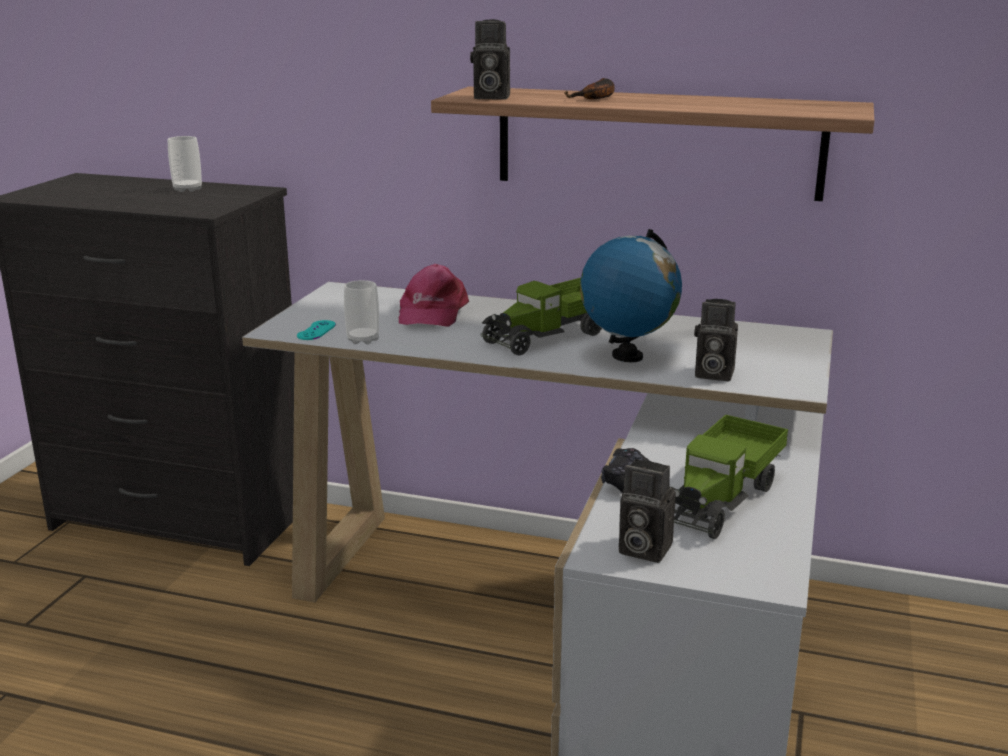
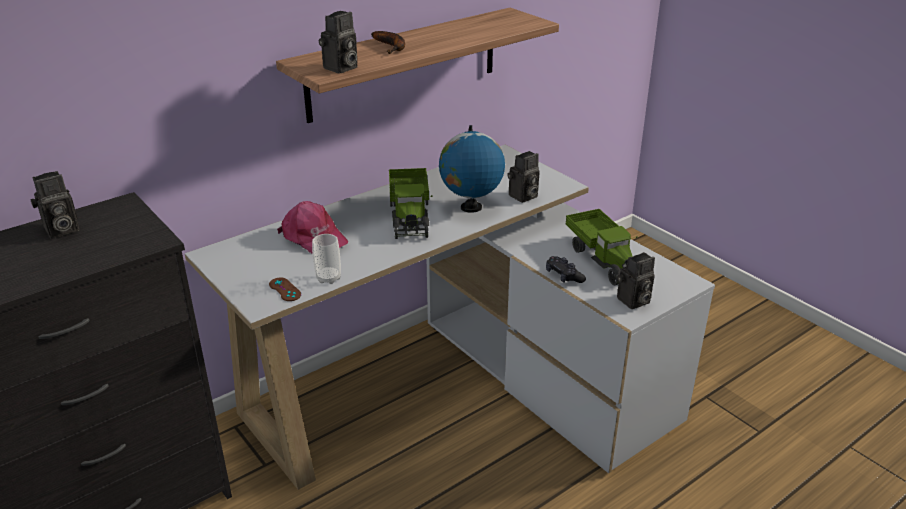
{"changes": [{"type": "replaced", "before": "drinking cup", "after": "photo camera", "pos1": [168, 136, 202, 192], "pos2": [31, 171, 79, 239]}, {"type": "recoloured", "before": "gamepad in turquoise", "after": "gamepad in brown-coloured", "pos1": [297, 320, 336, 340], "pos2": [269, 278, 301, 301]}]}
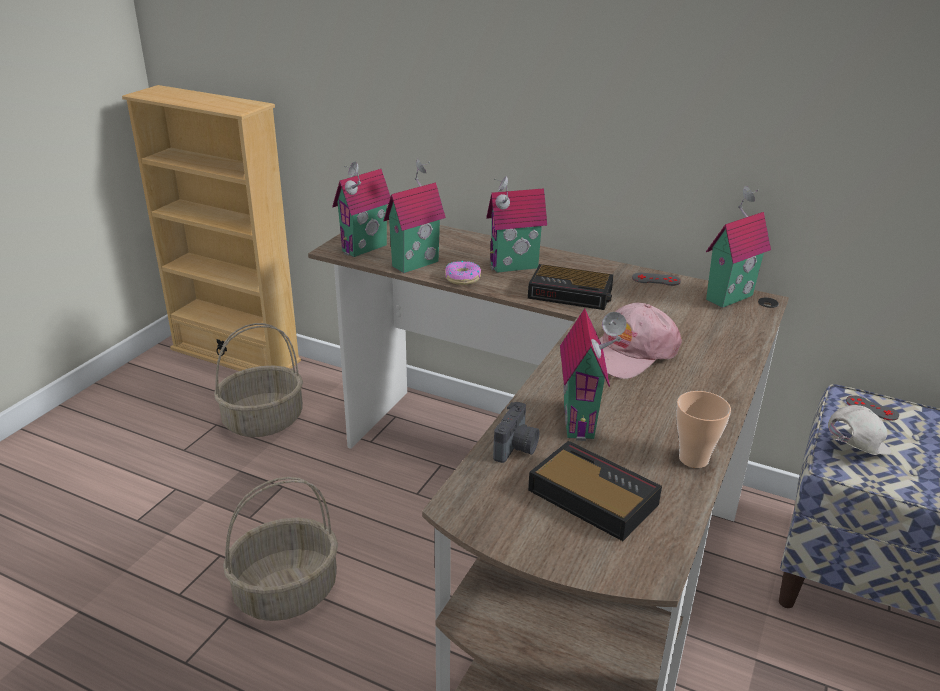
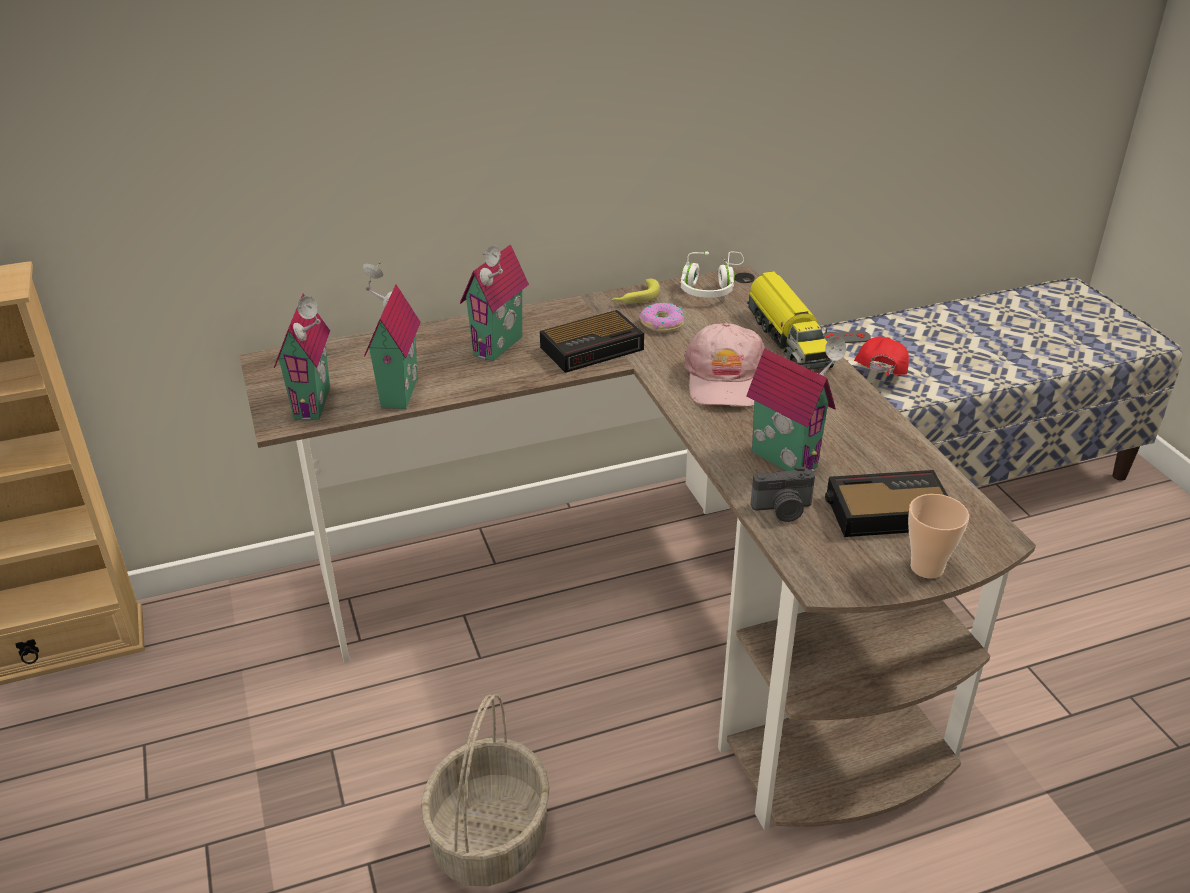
{"changes": [{"type": "removed", "before": "household basket", "pos1": [214, 323, 303, 437]}, {"type": "added", "after": "model truck", "pos2": [747, 271, 834, 370]}, {"type": "moved", "before": "ring doughnut", "pos1": [445, 261, 481, 285], "pos2": [639, 303, 684, 332]}, {"type": "moved", "before": "drinking cup", "pos1": [676, 391, 731, 468], "pos2": [908, 494, 969, 579]}, {"type": "replaced", "before": "gamepad in greyish", "after": "whole banana", "pos1": [632, 273, 681, 286], "pos2": [612, 279, 660, 304]}, {"type": "replaced", "before": "toy house", "after": "pair of headphones in white", "pos1": [706, 186, 771, 308], "pos2": [681, 251, 744, 298]}, {"type": "recoloured", "before": "peaked cap in white", "after": "peaked cap in red", "pos1": [828, 405, 891, 455], "pos2": [854, 337, 909, 376]}, {"type": "turned", "before": "photo camera", "pos1": [493, 402, 539, 463], "pos2": [751, 467, 815, 522], "turn": 105}]}
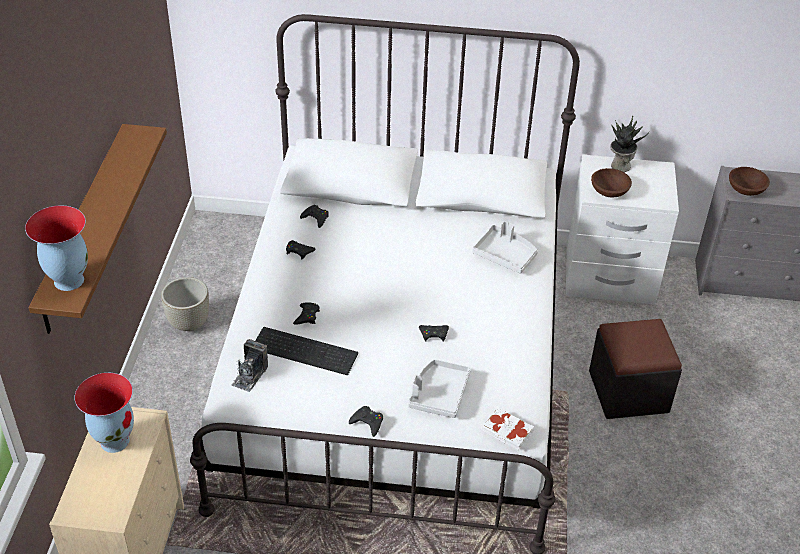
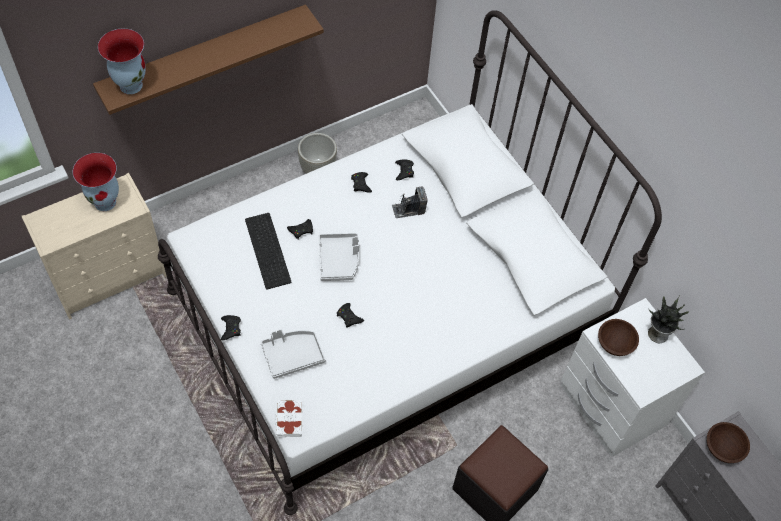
{"changes": [{"type": "moved", "before": "photo camera", "pos1": [231, 339, 268, 392], "pos2": [392, 186, 428, 218]}, {"type": "moved", "before": "tray in greyish", "pos1": [472, 221, 538, 274], "pos2": [319, 233, 359, 281]}]}
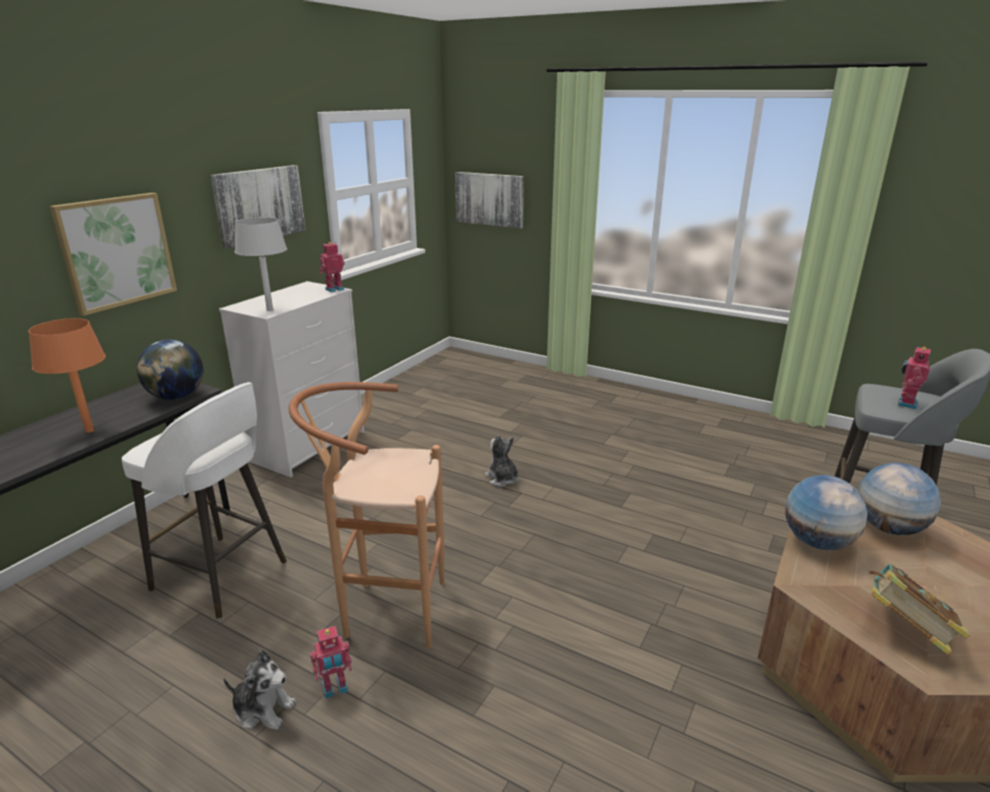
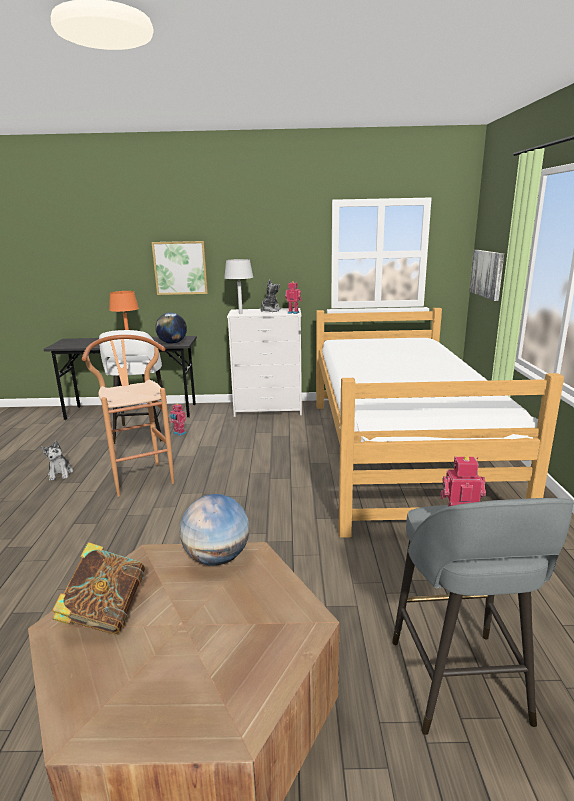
{"changes": [{"type": "removed", "before": "wall art", "pos1": [211, 165, 305, 248]}, {"type": "removed", "before": "globe", "pos1": [858, 463, 941, 535]}, {"type": "added", "after": "bedroom bed", "pos2": [316, 308, 564, 538]}, {"type": "moved", "before": "model robot", "pos1": [310, 626, 352, 699], "pos2": [170, 403, 186, 436]}, {"type": "moved", "before": "cuddly toy", "pos1": [485, 435, 519, 487], "pos2": [261, 280, 281, 312]}]}
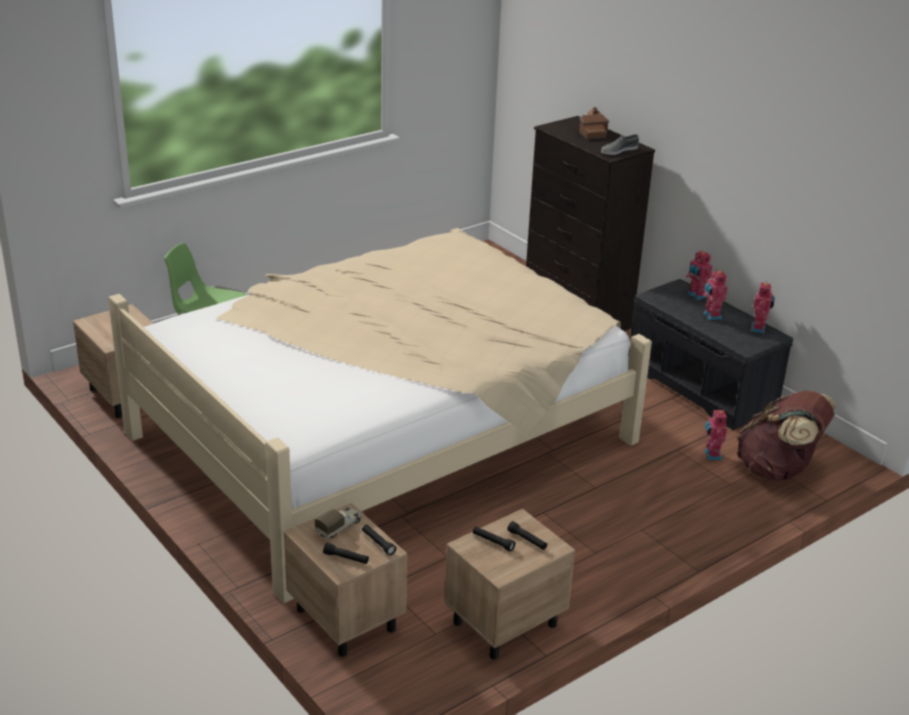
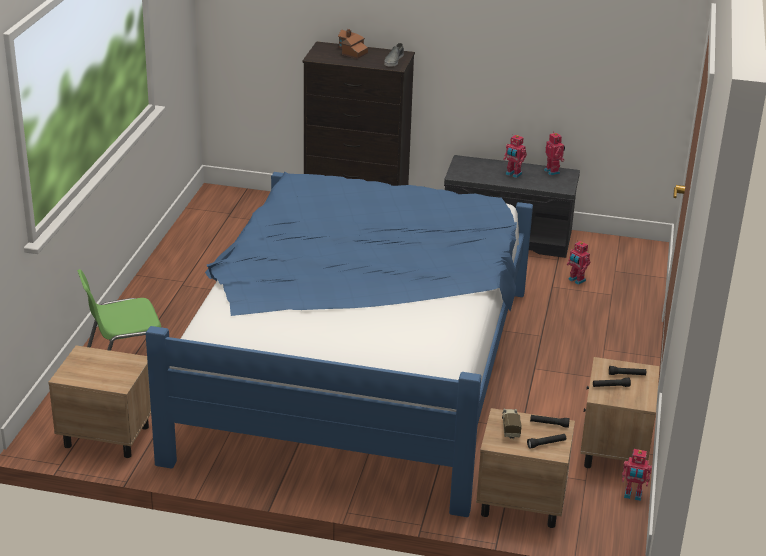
{"changes": [{"type": "removed", "before": "rucksack in brown-coloured", "pos1": [737, 390, 836, 481]}, {"type": "moved", "before": "model robot", "pos1": [686, 251, 712, 300], "pos2": [622, 449, 652, 501]}, {"type": "recoloured", "before": "bedroom bed in beige-coloured", "after": "bedroom bed in blue-coloured", "pos1": [108, 228, 652, 603], "pos2": [145, 172, 533, 517]}]}
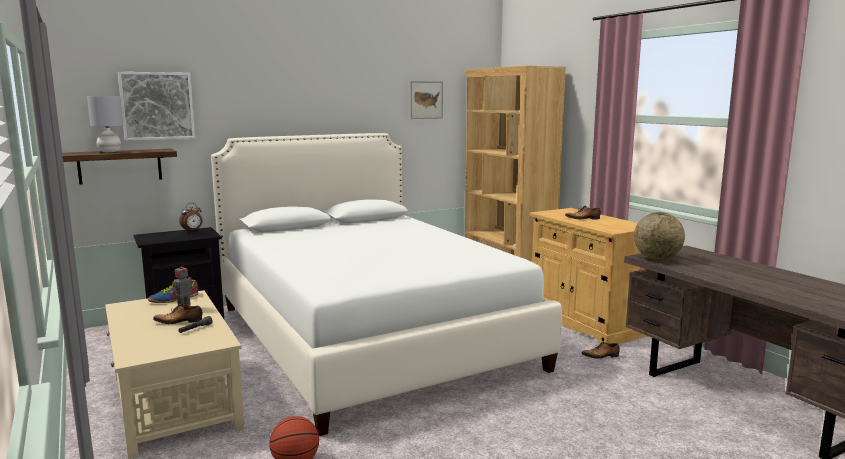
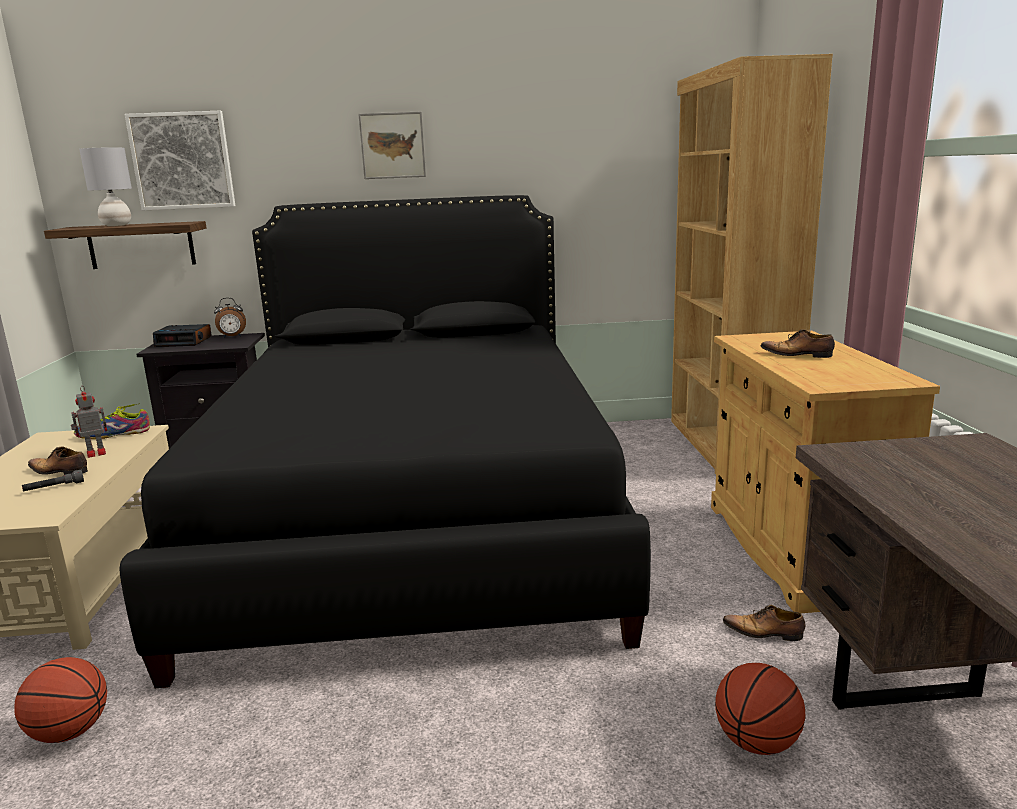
{"changes": [{"type": "removed", "before": "globe", "pos1": [634, 212, 685, 260]}, {"type": "added", "after": "table clock", "pos2": [153, 324, 212, 347]}, {"type": "added", "after": "ball for basketball", "pos2": [715, 663, 805, 755]}, {"type": "moved", "before": "wall art", "pos1": [410, 81, 443, 119], "pos2": [358, 112, 426, 179]}, {"type": "recoloured", "before": "bedroom bed in white", "after": "bedroom bed in blackish", "pos1": [211, 133, 562, 436], "pos2": [119, 195, 651, 688]}]}
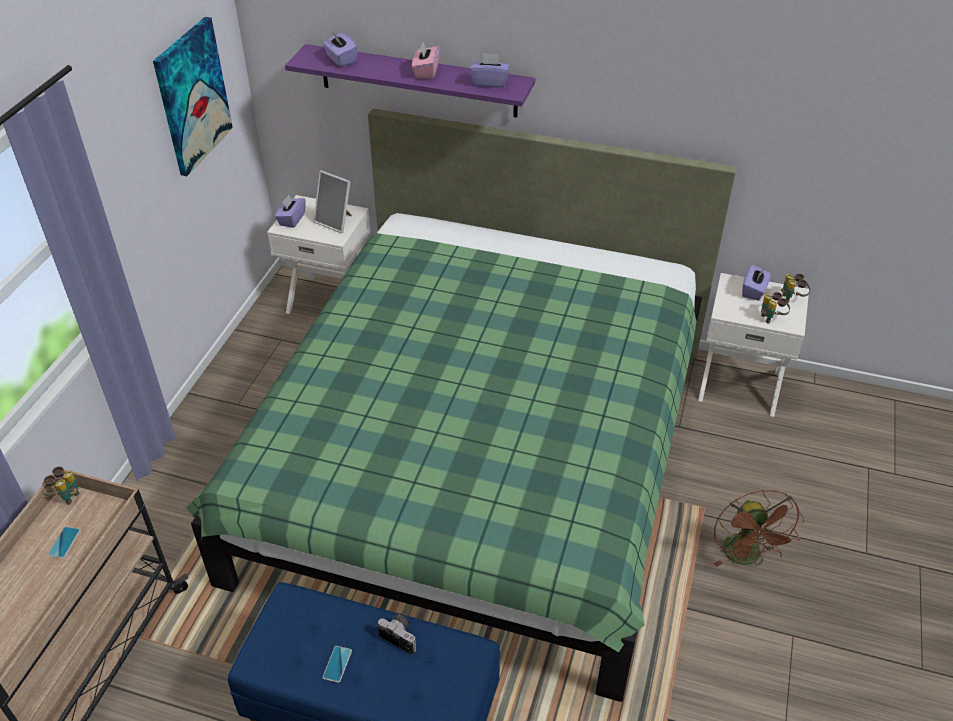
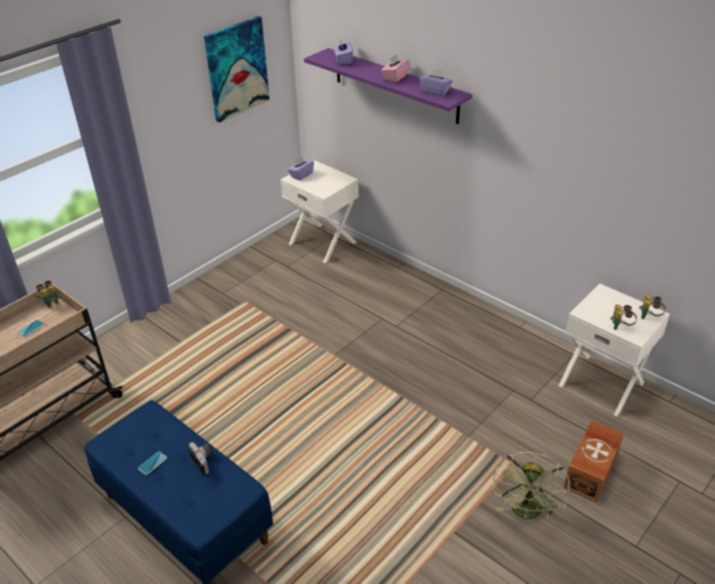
{"changes": [{"type": "removed", "before": "bedroom bed in greenish", "pos1": [186, 108, 737, 702]}, {"type": "removed", "before": "standing frame", "pos1": [313, 170, 352, 233]}, {"type": "removed", "before": "tissue box in purple", "pos1": [742, 264, 771, 301]}, {"type": "added", "after": "storage container in brown-coloured", "pos2": [564, 421, 624, 502]}, {"type": "recoloured", "before": "electric fan in brown-coloured", "after": "electric fan in greenish", "pos1": [714, 490, 804, 567], "pos2": [493, 452, 570, 519]}]}
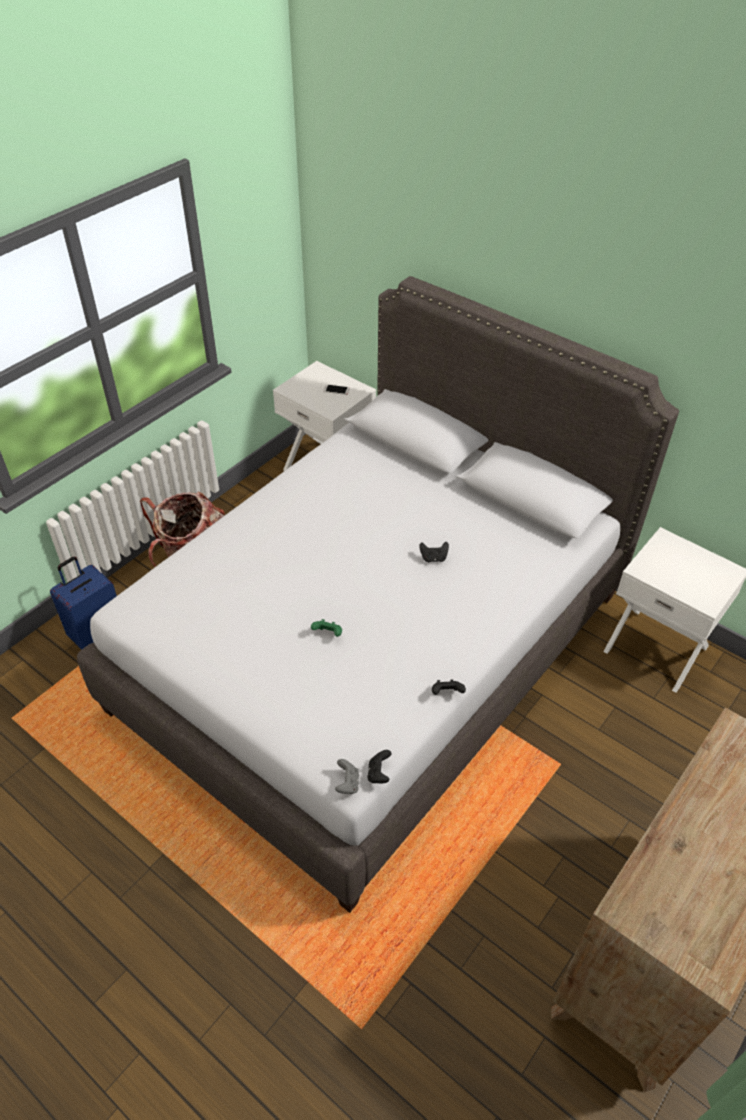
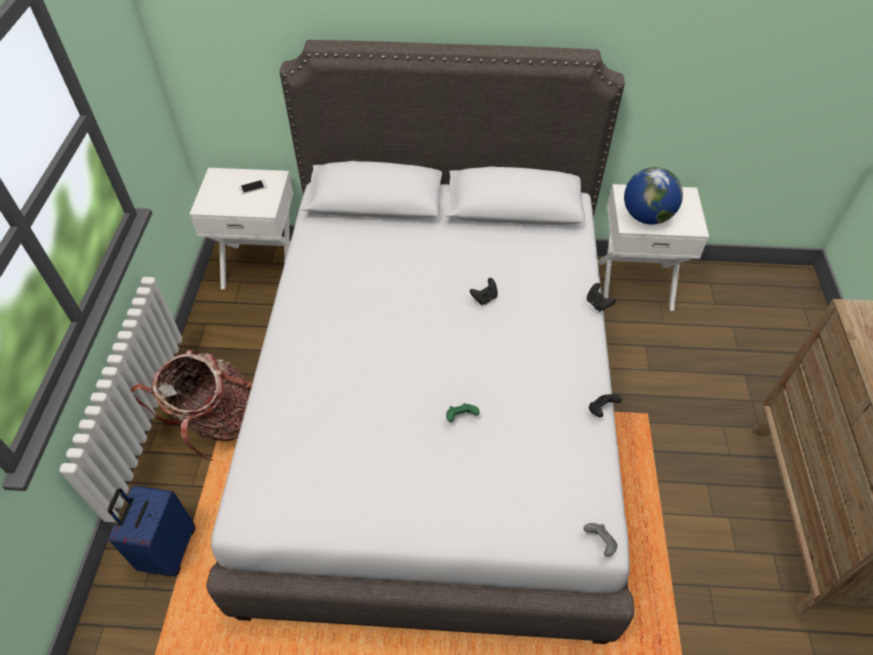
{"changes": [{"type": "added", "after": "globe", "pos2": [624, 167, 683, 225]}, {"type": "moved", "before": "gamepad in blackish", "pos1": [367, 750, 392, 783], "pos2": [587, 283, 616, 312]}]}
